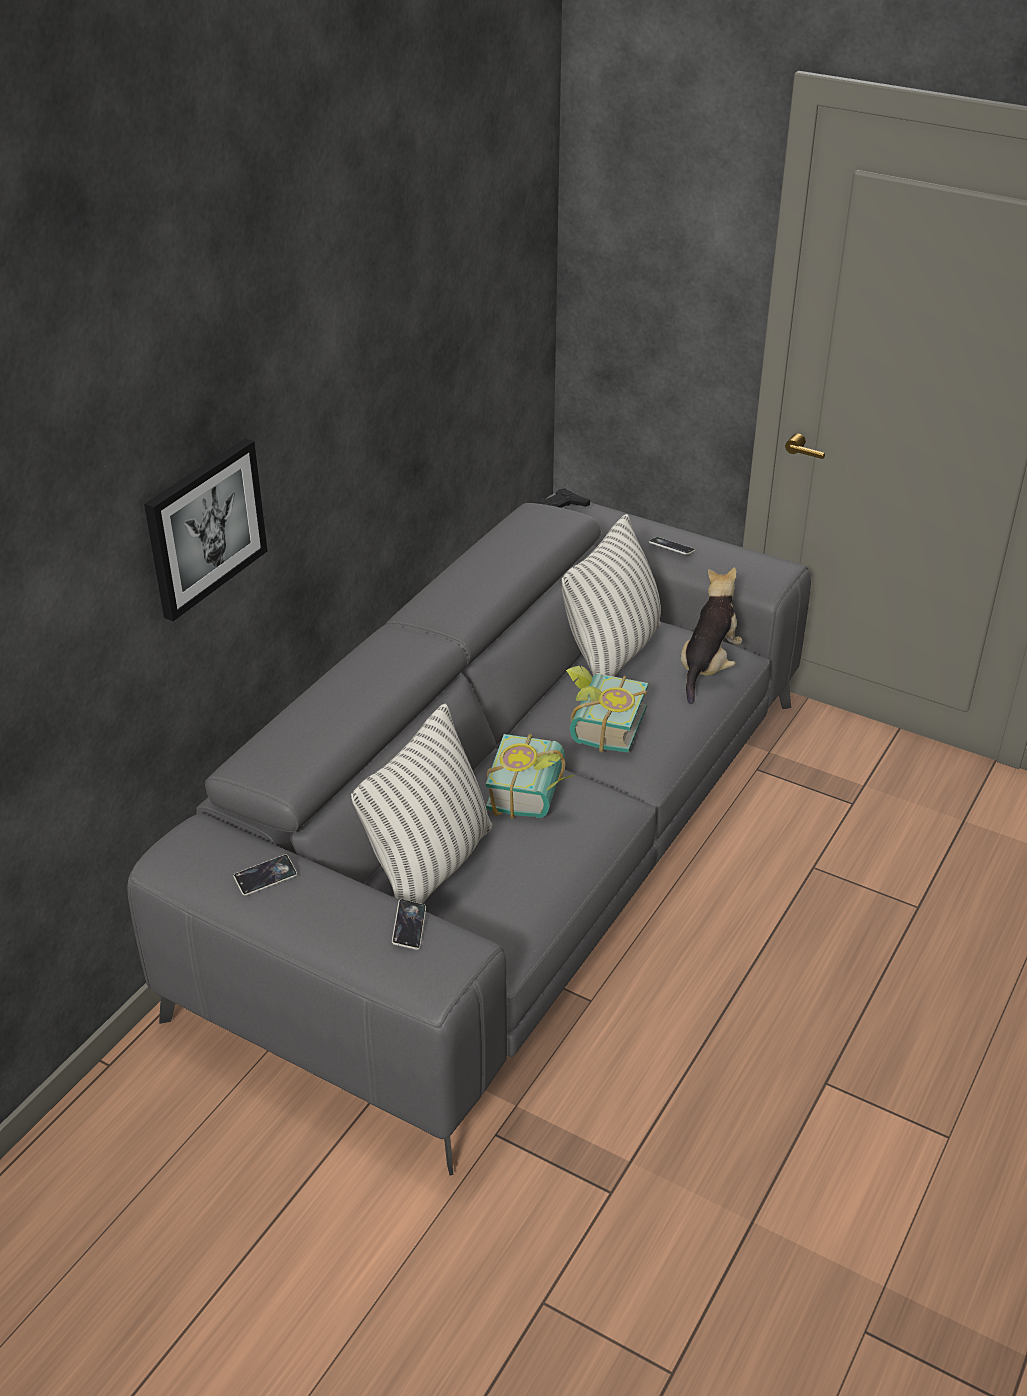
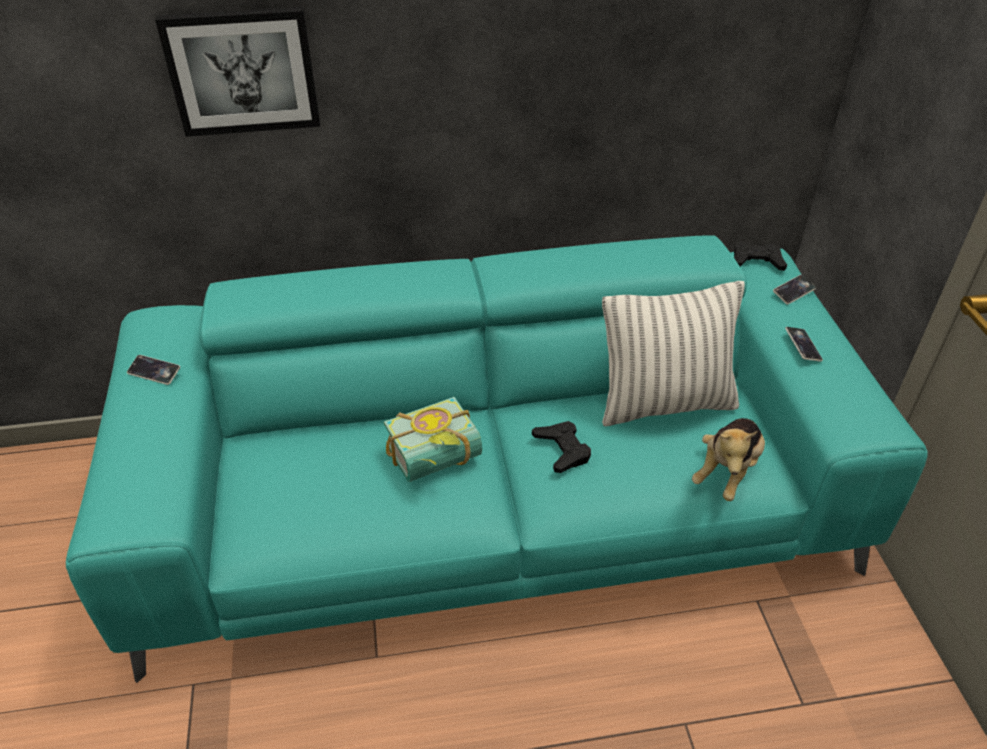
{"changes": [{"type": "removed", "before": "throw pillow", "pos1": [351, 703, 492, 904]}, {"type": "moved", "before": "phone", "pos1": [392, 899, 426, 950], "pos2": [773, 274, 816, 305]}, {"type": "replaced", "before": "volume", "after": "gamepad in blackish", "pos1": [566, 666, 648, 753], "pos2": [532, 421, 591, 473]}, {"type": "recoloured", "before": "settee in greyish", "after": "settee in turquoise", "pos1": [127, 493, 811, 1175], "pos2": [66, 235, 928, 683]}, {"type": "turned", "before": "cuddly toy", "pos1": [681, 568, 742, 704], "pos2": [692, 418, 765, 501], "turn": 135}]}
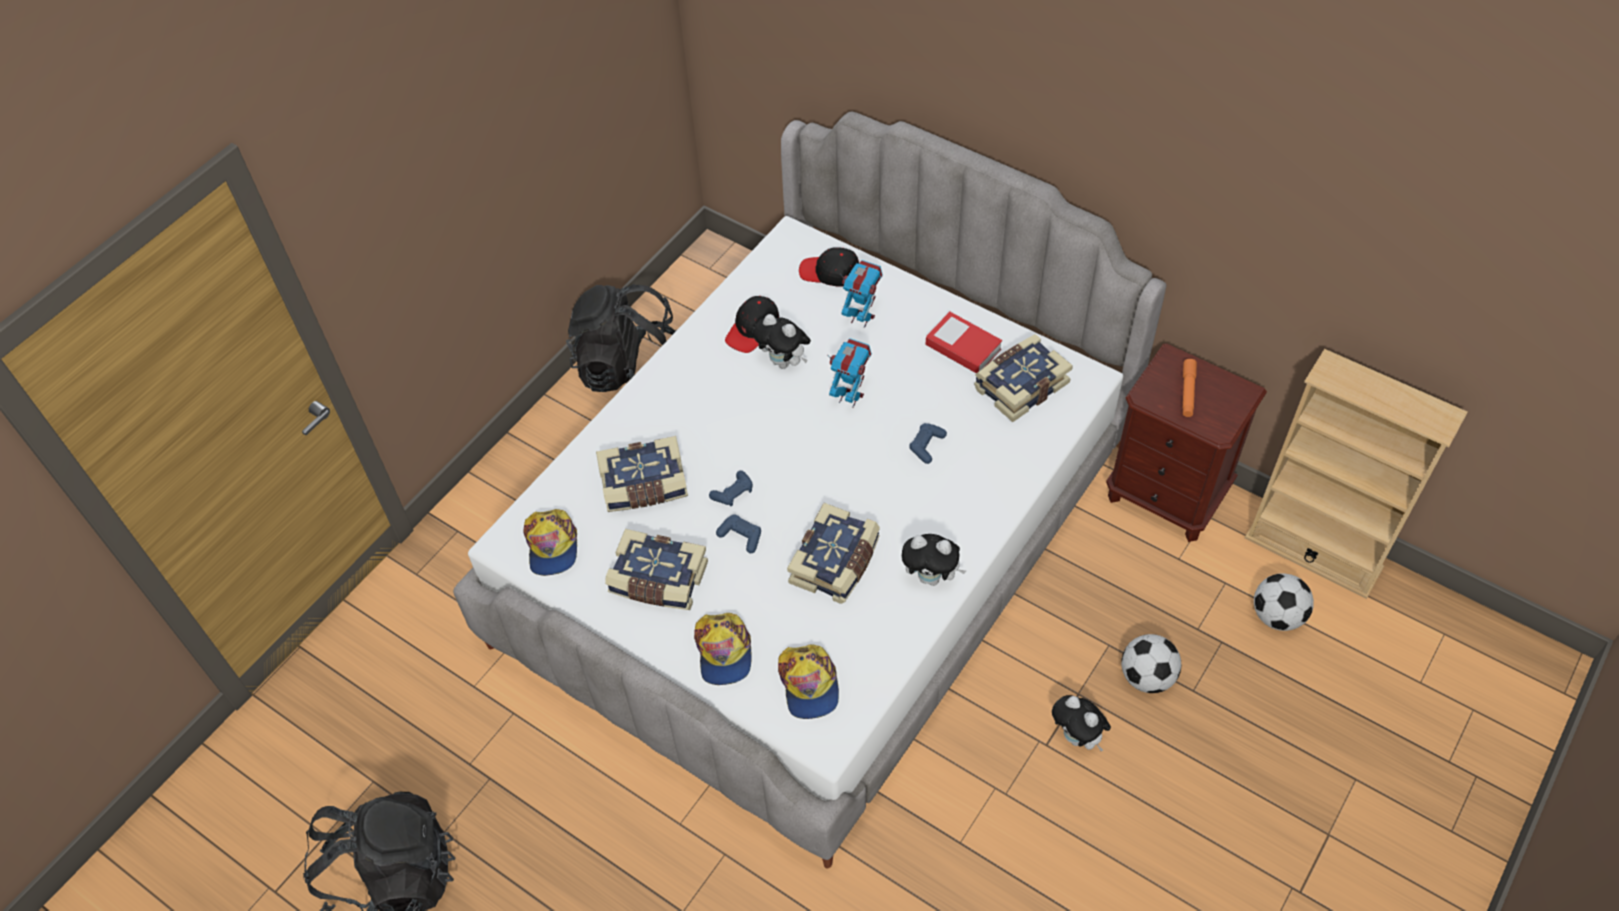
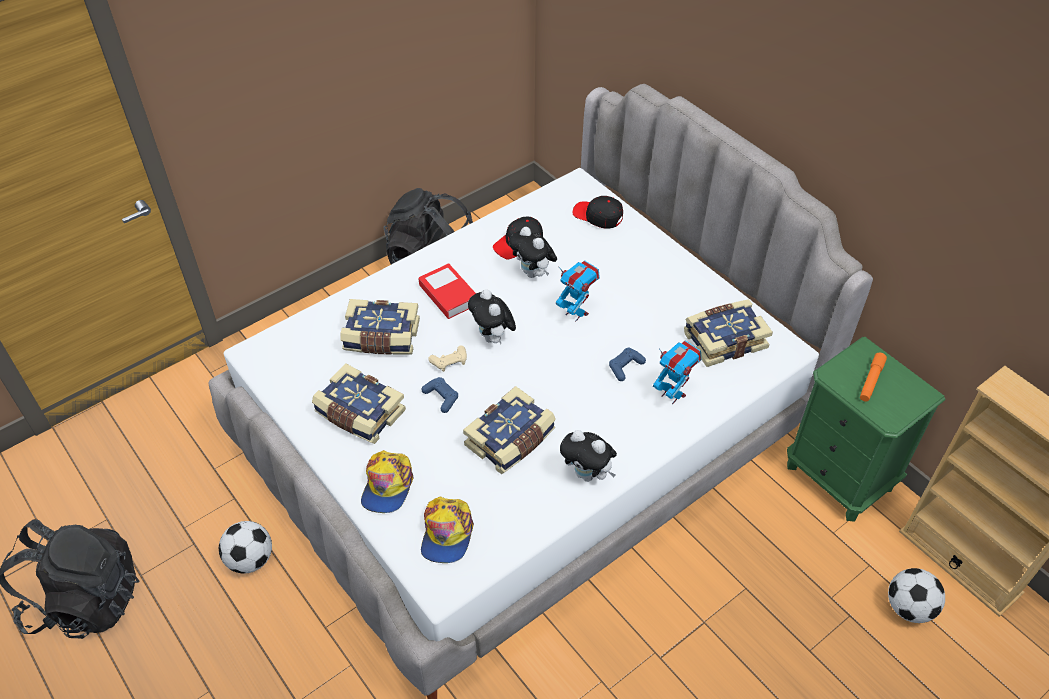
{"changes": [{"type": "removed", "before": "peaked cap", "pos1": [523, 509, 577, 576]}, {"type": "moved", "before": "model robot", "pos1": [840, 260, 883, 328], "pos2": [653, 340, 701, 404]}, {"type": "moved", "before": "volume", "pos1": [926, 312, 1002, 373], "pos2": [418, 263, 476, 319]}, {"type": "moved", "before": "cuddly toy", "pos1": [1052, 695, 1111, 751], "pos2": [468, 289, 516, 344]}, {"type": "moved", "before": "football ball", "pos1": [1121, 634, 1181, 693], "pos2": [219, 521, 272, 573]}, {"type": "recoloured", "before": "gamepad in blue-coloured", "after": "gamepad in beige-coloured", "pos1": [709, 471, 753, 507], "pos2": [428, 345, 467, 372]}, {"type": "recoloured", "before": "nightstand in brown-coloured", "after": "nightstand in greenish", "pos1": [1106, 343, 1267, 542], "pos2": [787, 337, 945, 522]}]}
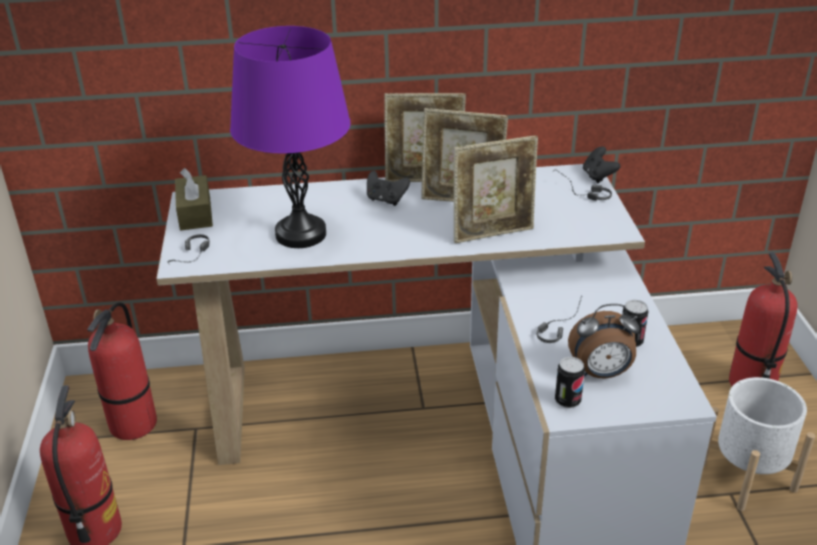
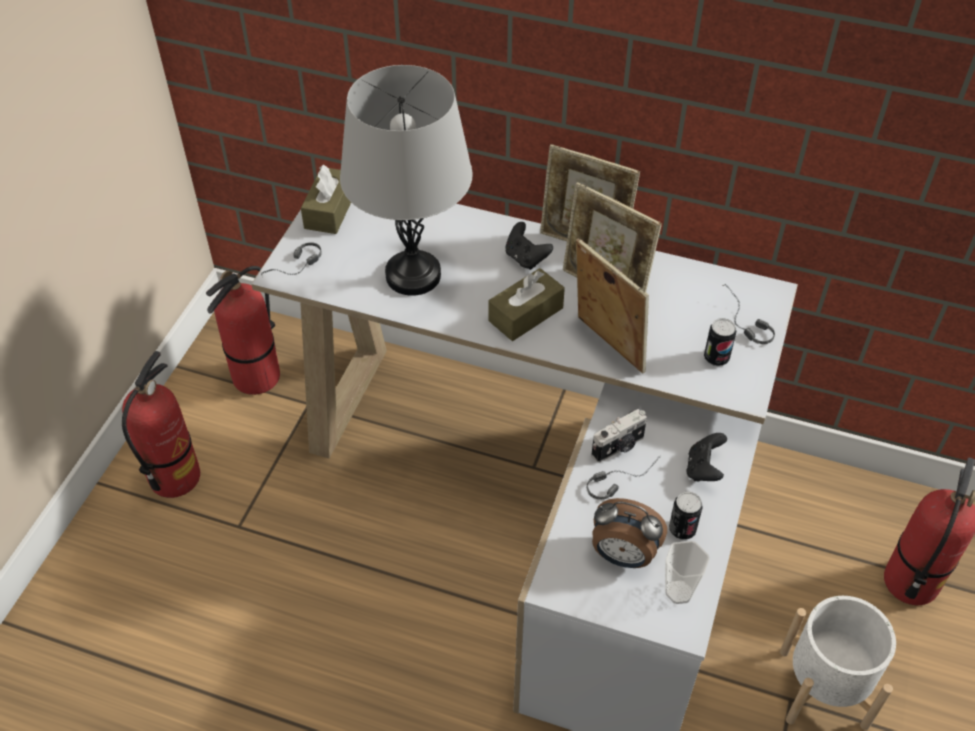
{"changes": [{"type": "added", "after": "tissue box in brown-coloured", "pos2": [488, 268, 565, 341]}, {"type": "added", "after": "photo camera", "pos2": [591, 409, 647, 463]}, {"type": "added", "after": "drinking cup", "pos2": [665, 541, 710, 604]}, {"type": "moved", "before": "can", "pos1": [555, 357, 585, 408], "pos2": [704, 318, 736, 366]}, {"type": "moved", "before": "gamepad in blackish", "pos1": [583, 146, 620, 183], "pos2": [686, 433, 727, 481]}, {"type": "recoloured", "before": "table lamp in purple", "after": "table lamp in greyish", "pos1": [230, 26, 351, 248], "pos2": [340, 65, 473, 296]}, {"type": "turned", "before": "standing frame", "pos1": [454, 135, 538, 243], "pos2": [576, 238, 649, 374], "turn": -135}]}
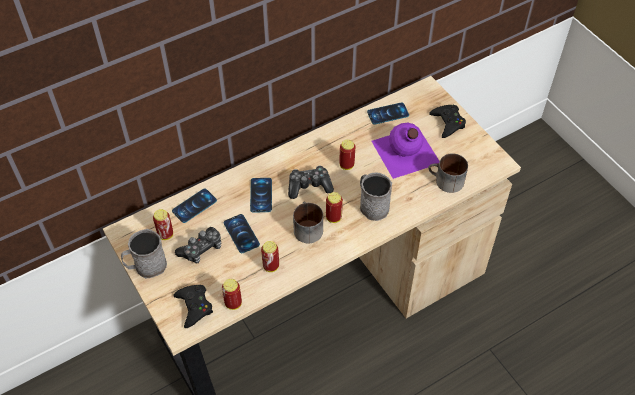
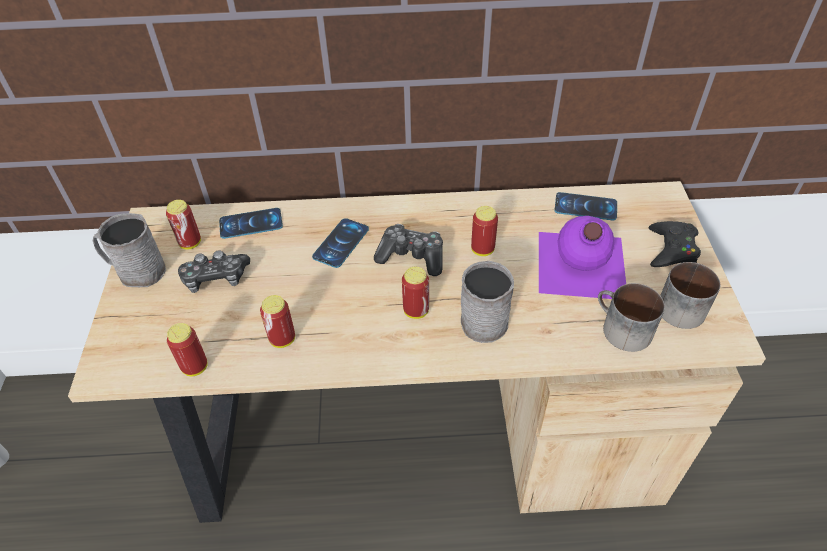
{"changes": [{"type": "removed", "before": "gamepad in blackish", "pos1": [173, 285, 213, 328]}, {"type": "removed", "before": "phone", "pos1": [224, 214, 260, 253]}, {"type": "moved", "before": "coffee mug", "pos1": [293, 201, 323, 243], "pos2": [660, 262, 720, 329]}]}
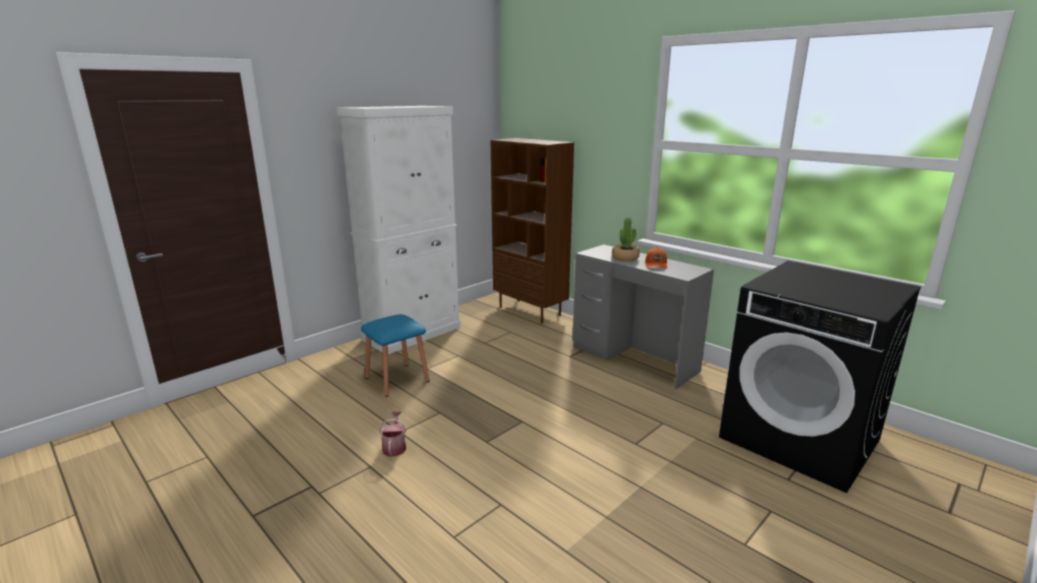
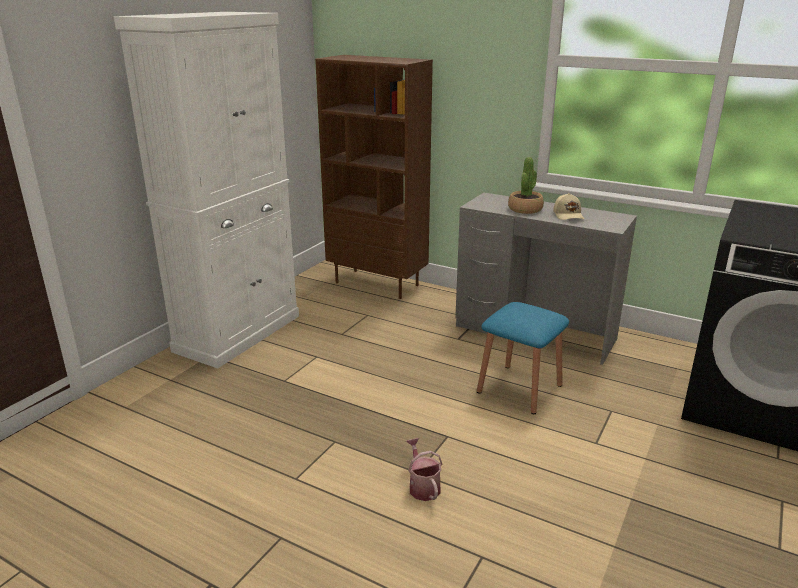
{"changes": [{"type": "moved", "before": "stool seat in blue-coloured", "pos1": [360, 314, 430, 397], "pos2": [477, 302, 569, 414]}, {"type": "moved", "before": "watering pot", "pos1": [379, 411, 406, 457], "pos2": [406, 438, 442, 501]}, {"type": "recoloured", "before": "peaked cap in orange-coloured", "after": "peaked cap in beige-coloured", "pos1": [645, 247, 667, 268], "pos2": [553, 193, 584, 220]}]}
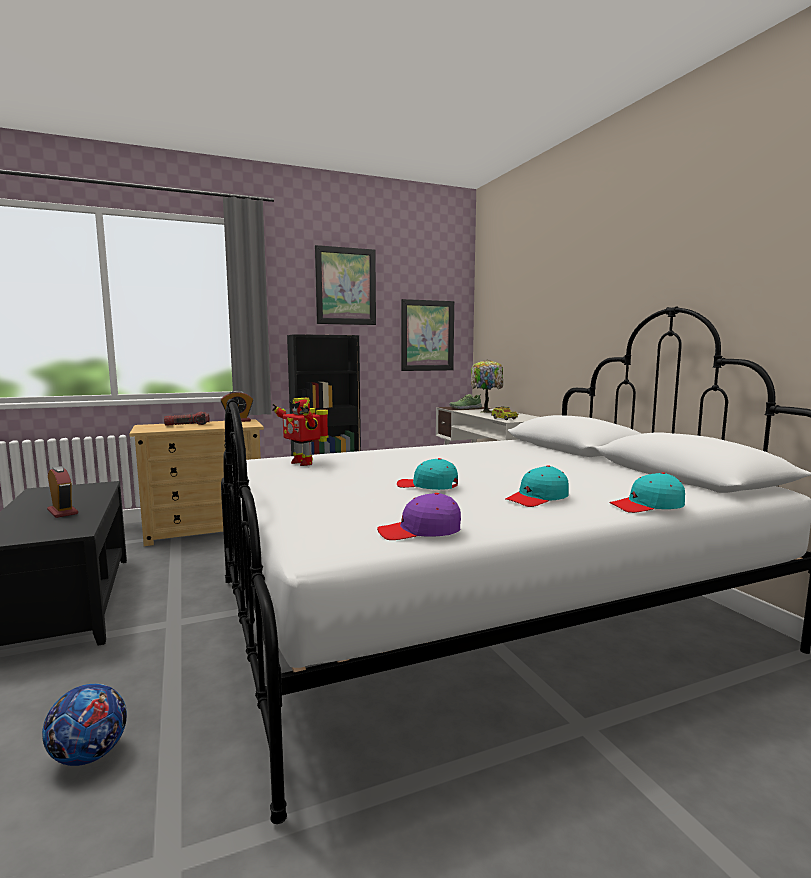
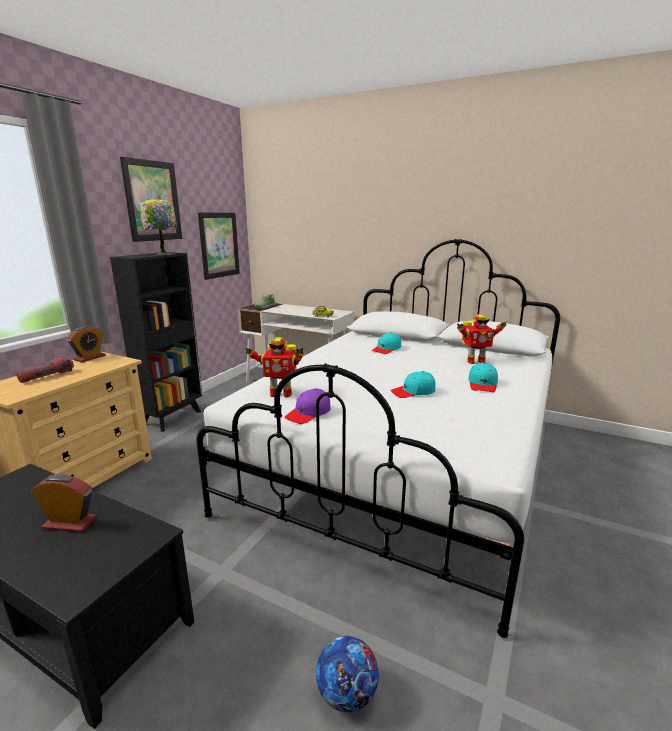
{"changes": [{"type": "added", "after": "model robot", "pos2": [457, 315, 507, 364]}, {"type": "moved", "before": "peaked cap in purple", "pos1": [377, 493, 461, 540], "pos2": [285, 388, 331, 424]}, {"type": "moved", "before": "table lamp", "pos1": [471, 360, 503, 413], "pos2": [139, 198, 177, 255]}, {"type": "moved", "before": "peaked cap in turquoise", "pos1": [609, 472, 685, 513], "pos2": [372, 332, 401, 354]}]}
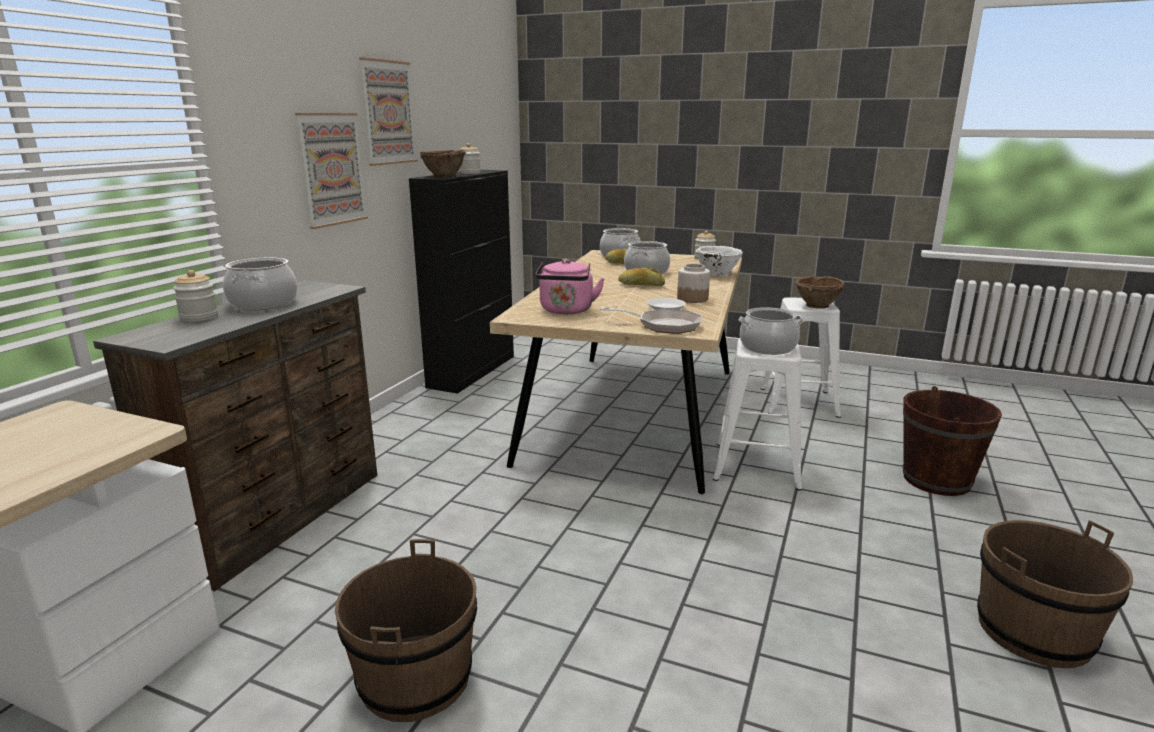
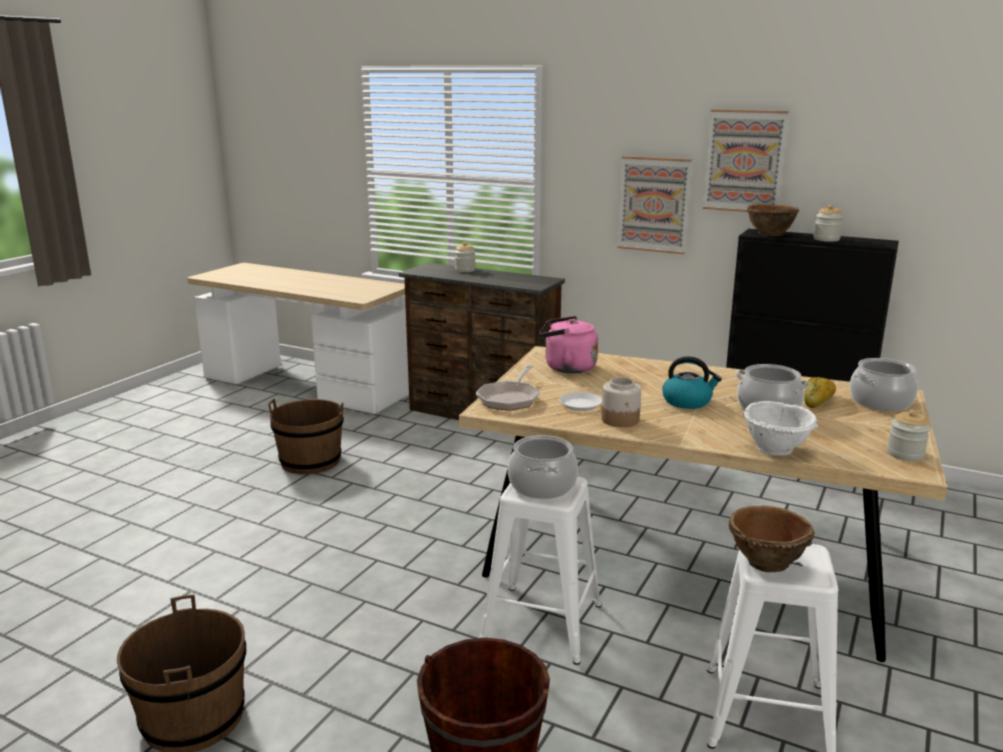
{"changes": [{"type": "removed", "before": "stockpot", "pos1": [223, 258, 297, 310]}, {"type": "replaced", "before": "bread", "after": "tea kettle", "pos1": [618, 267, 665, 286], "pos2": [662, 356, 722, 409]}]}
